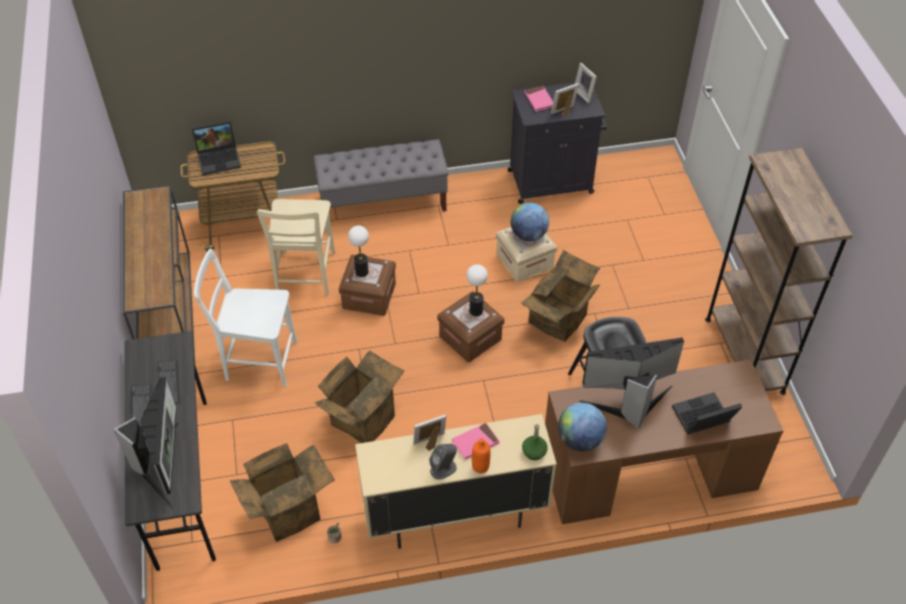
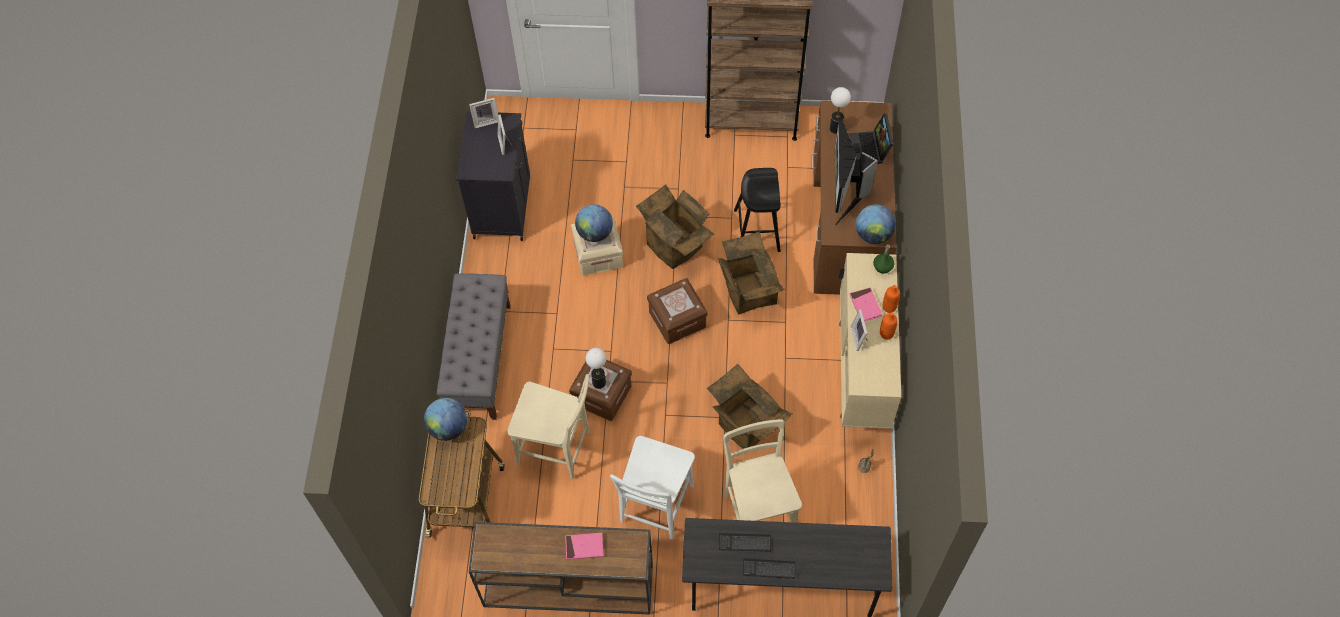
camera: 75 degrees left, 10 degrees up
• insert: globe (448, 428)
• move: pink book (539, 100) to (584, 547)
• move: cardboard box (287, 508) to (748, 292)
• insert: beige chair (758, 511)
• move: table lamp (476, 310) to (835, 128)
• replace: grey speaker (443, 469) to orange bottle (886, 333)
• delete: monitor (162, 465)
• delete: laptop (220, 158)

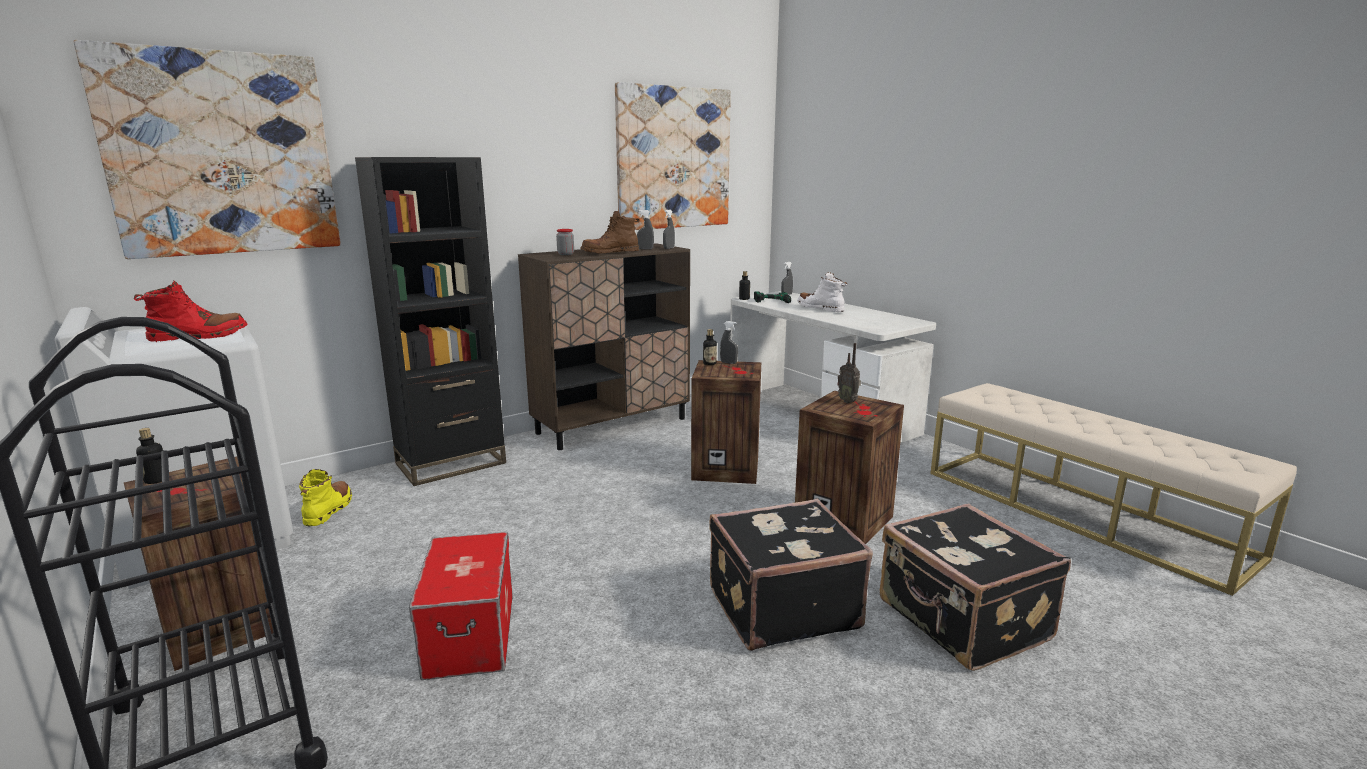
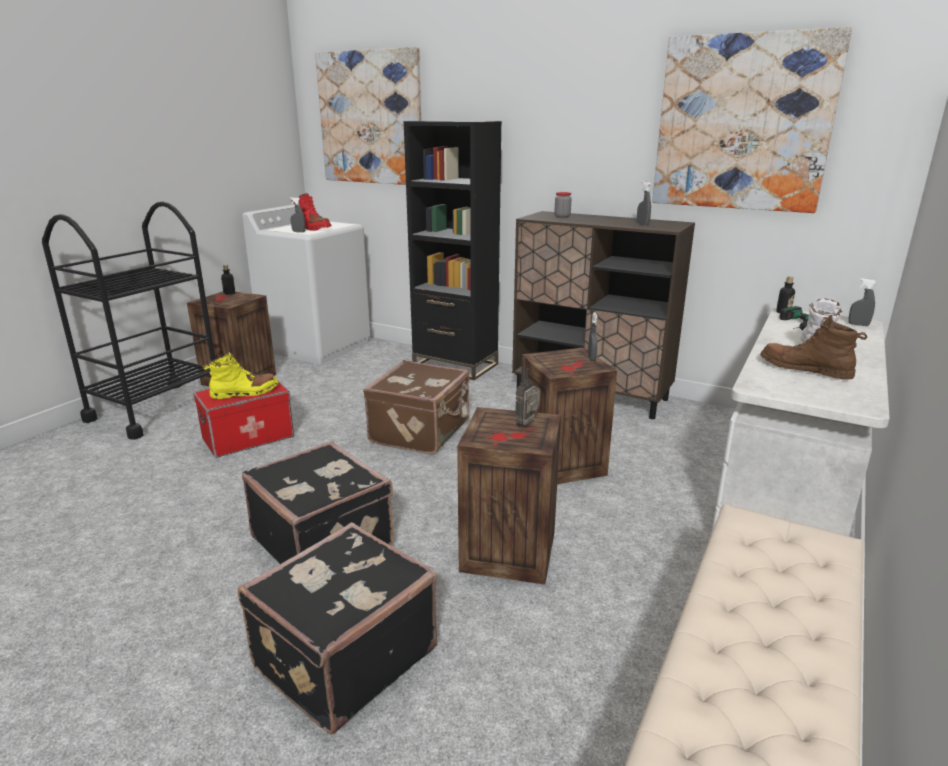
camera: 65 degrees right, 5 degrees up
• move: yellow boot (329, 510) to (245, 392)
• move: grey spray bottle (668, 248) to (298, 232)
• insert: brown suitcase (421, 432)
• move: brown boot (610, 253) to (805, 369)
• delete: bottle (709, 363)

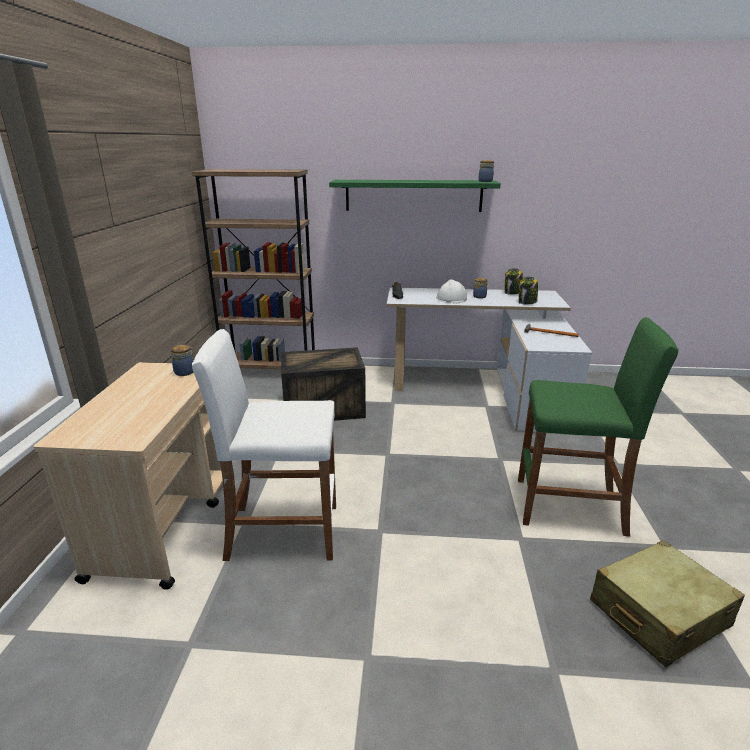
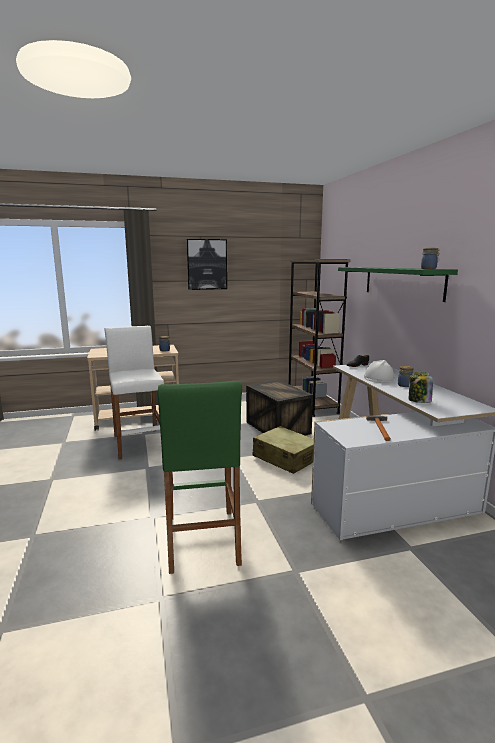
camera: 70 degrees right, 10 degrees down
• insert: picture (207, 264)
• move: beige suitcase (658, 614) to (285, 458)
• delete: jar (512, 293)

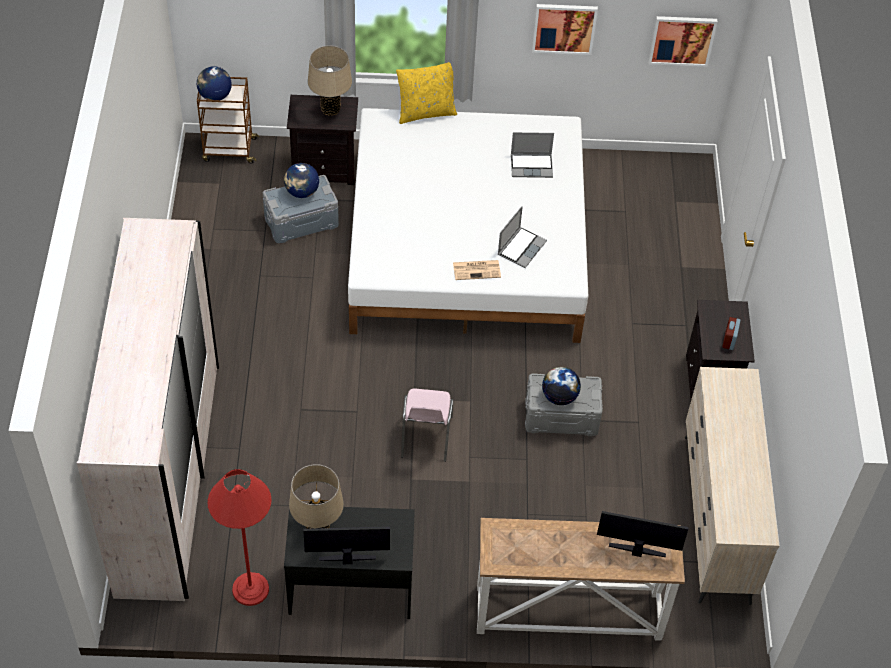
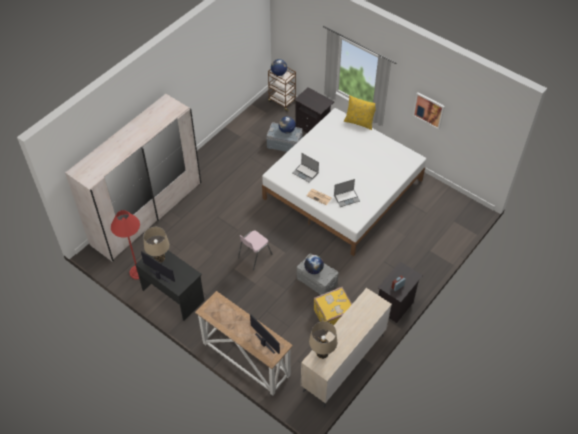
camera: 40 degrees right, 0 degrees up
• move: laptop (532, 166) to (306, 173)
• move: beige table lamp (330, 109) to (322, 353)
• insert: yellow suitcase (332, 314)
• delete: picture (682, 40)

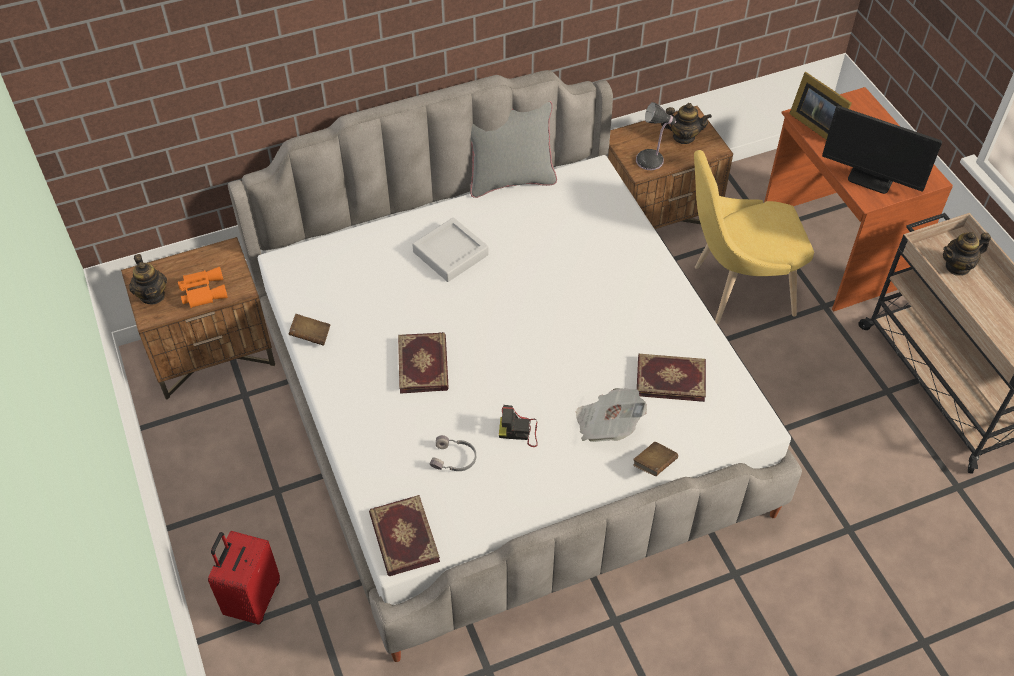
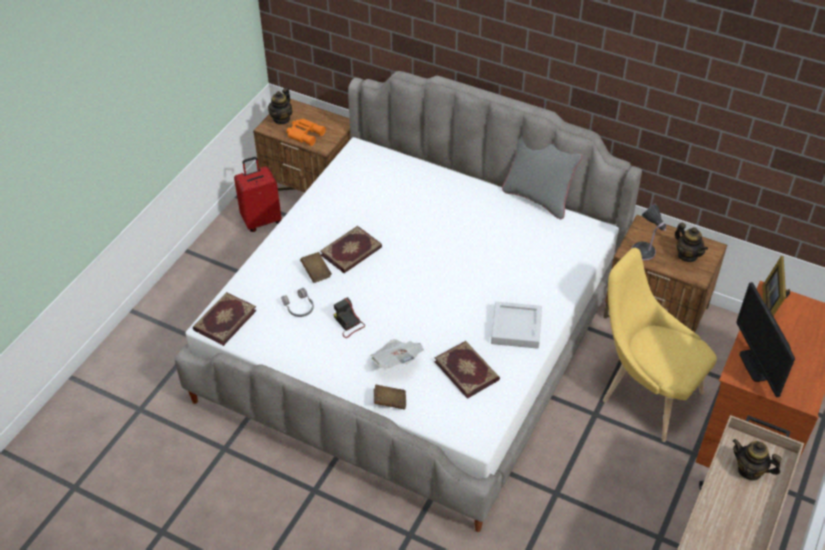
camera: 50 degrees right, 5 degrees down
• move: red suitcase (252, 599) to (261, 220)
• move: brown book (310, 336) to (316, 273)
• move: grey tray (450, 253) to (516, 328)

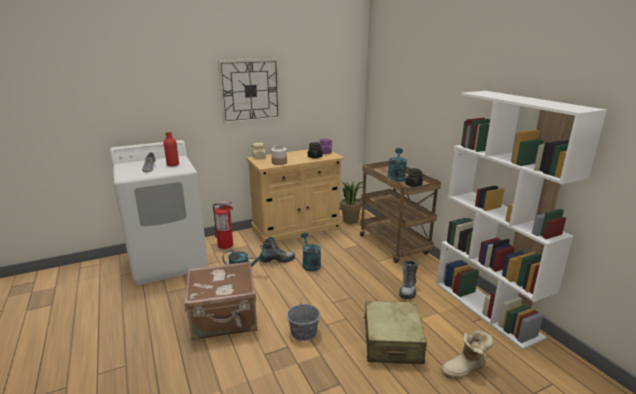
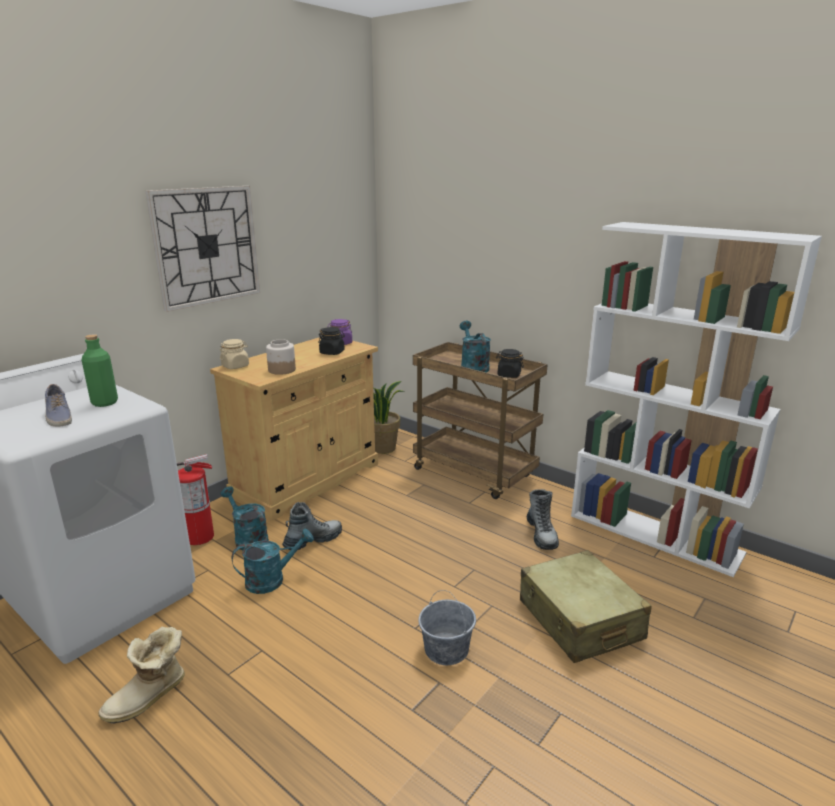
camera: 25 degrees left, 0 degrees up
• recolor: red bottle (173, 165) to green bottle (105, 403)
• move: boot (465, 369) to (149, 698)
• move: turquoise watering can (310, 263) to (248, 538)
• delete: brown suitcase (225, 319)

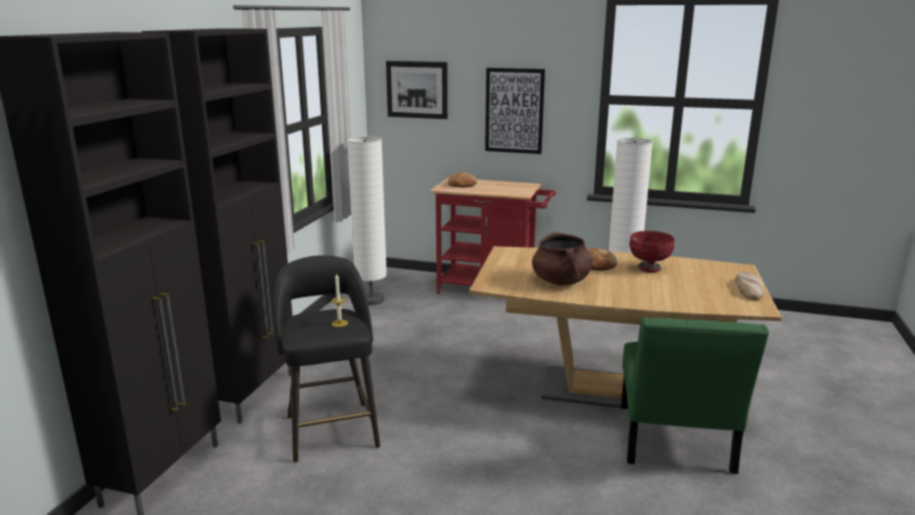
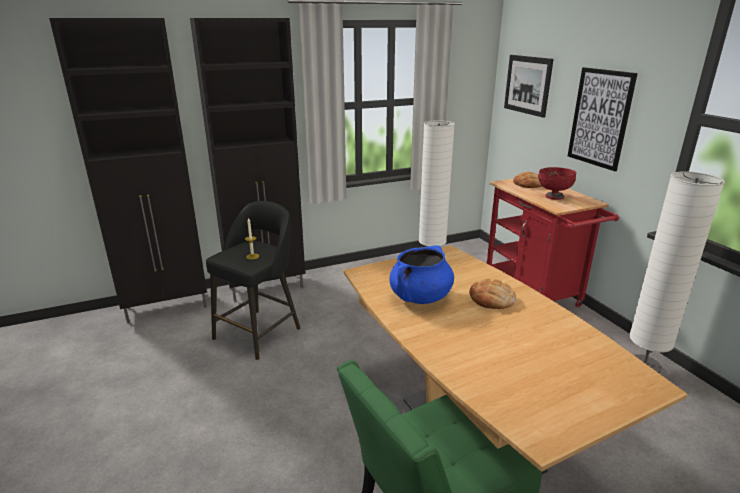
camera: 50 degrees right, 5 degrees up
• recolor: brown cooking pot (561, 281) to blue cooking pot (420, 297)
• move: red bowl (648, 268) to (553, 196)
• delete: bread (749, 289)

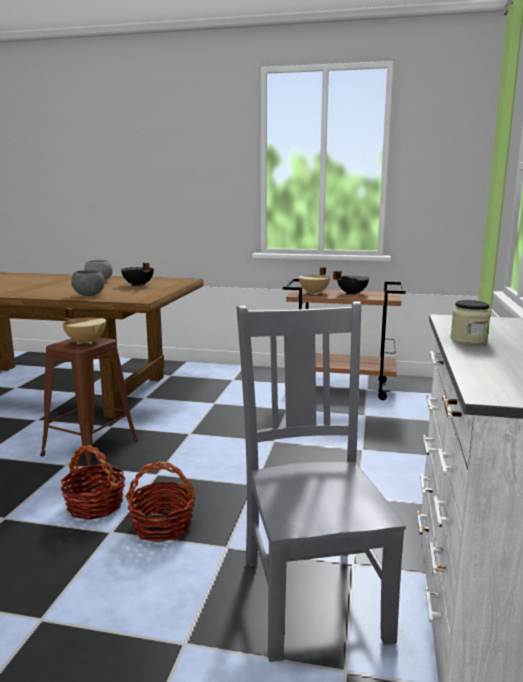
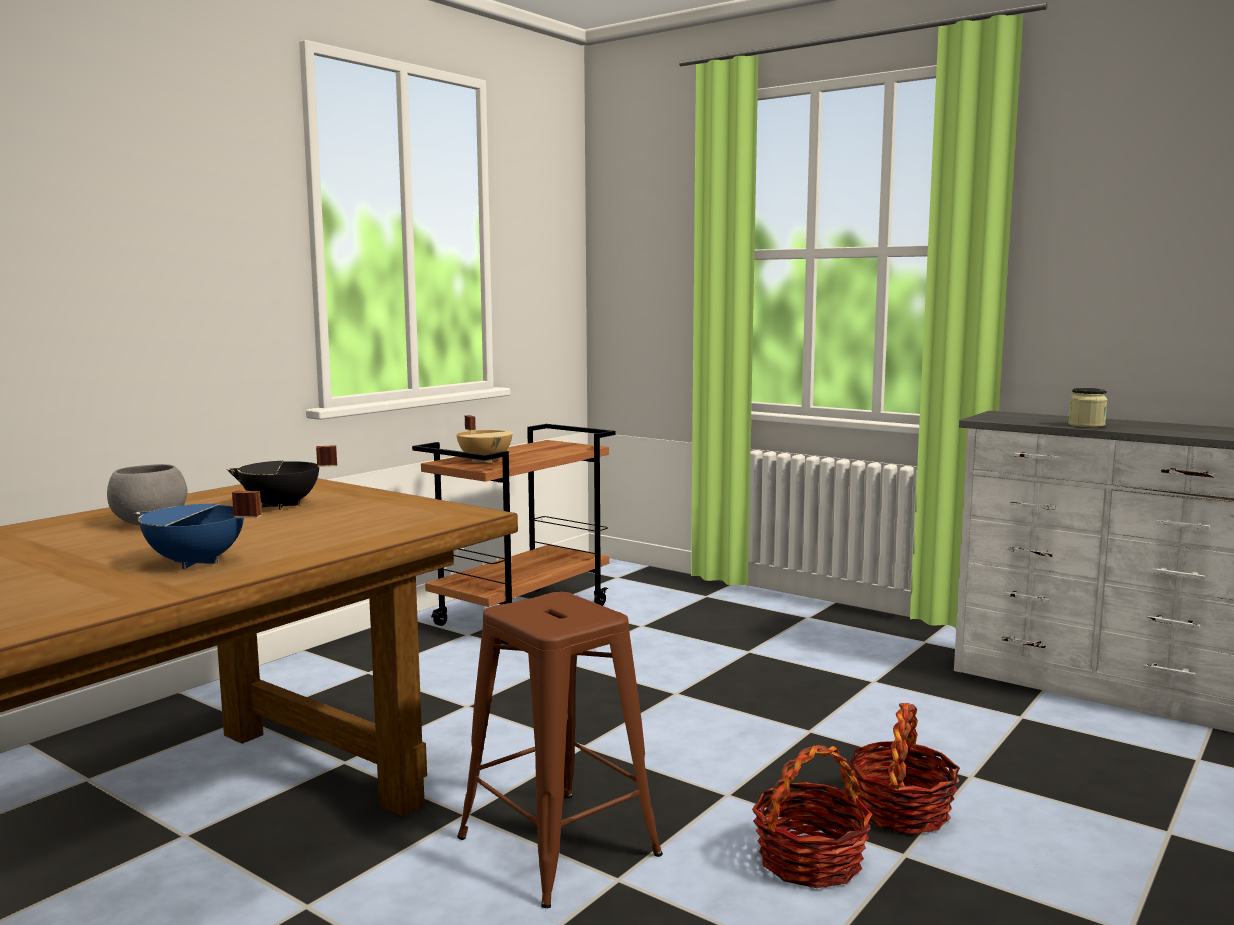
camera: 65 degrees left, 5 degrees down
• insert: blue cooking pot (195, 563)
• delete: beige cooking pot (86, 342)
• delete: grey bowl (88, 295)
• delete: grey chair (312, 593)
• delete: black cooking pot (351, 293)

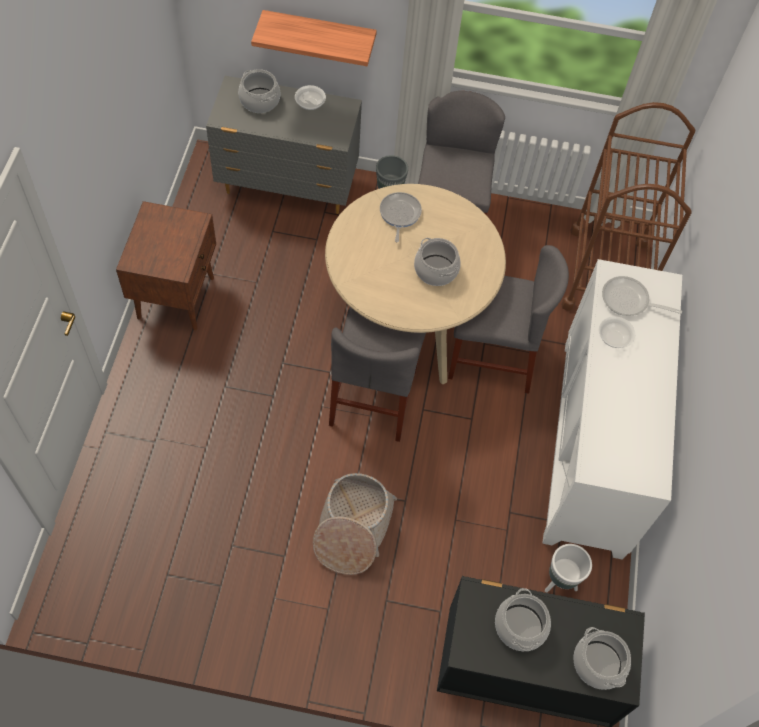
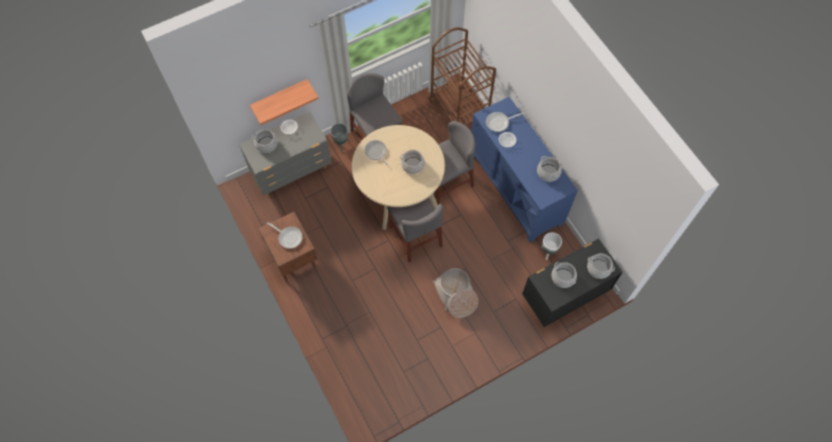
camera: 35 degrees left, 5 degrees up
• insert: frying pan (288, 237)
• recolor: white cabinet (593, 446) to blue cabinet (515, 188)
• insert: cooking pot (548, 172)

